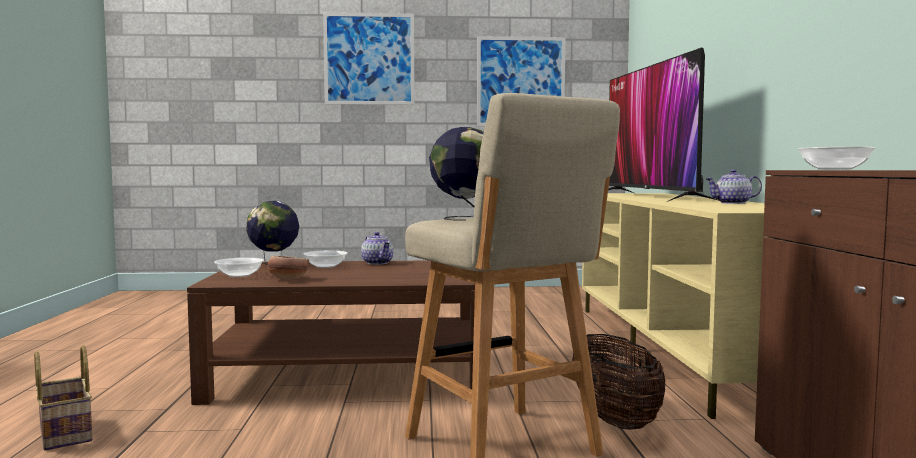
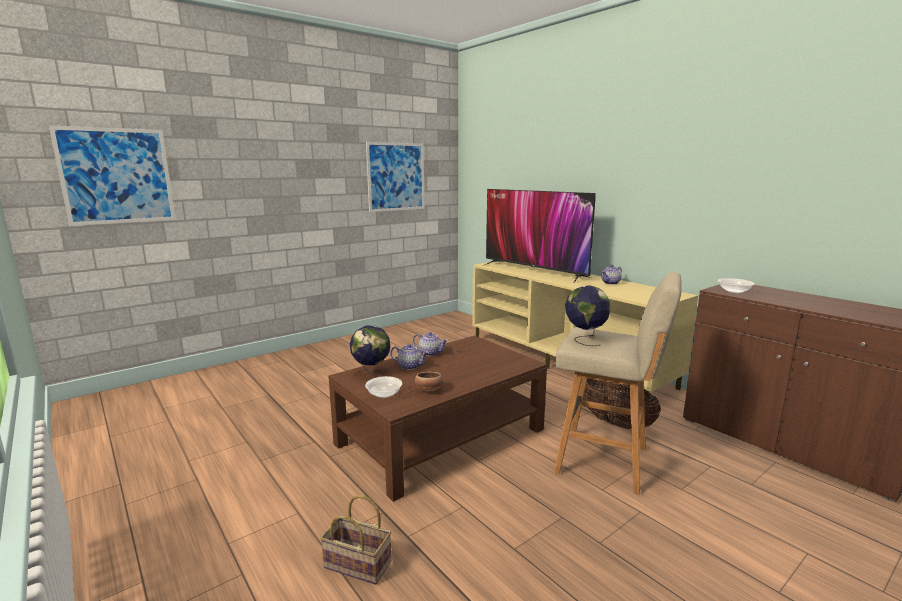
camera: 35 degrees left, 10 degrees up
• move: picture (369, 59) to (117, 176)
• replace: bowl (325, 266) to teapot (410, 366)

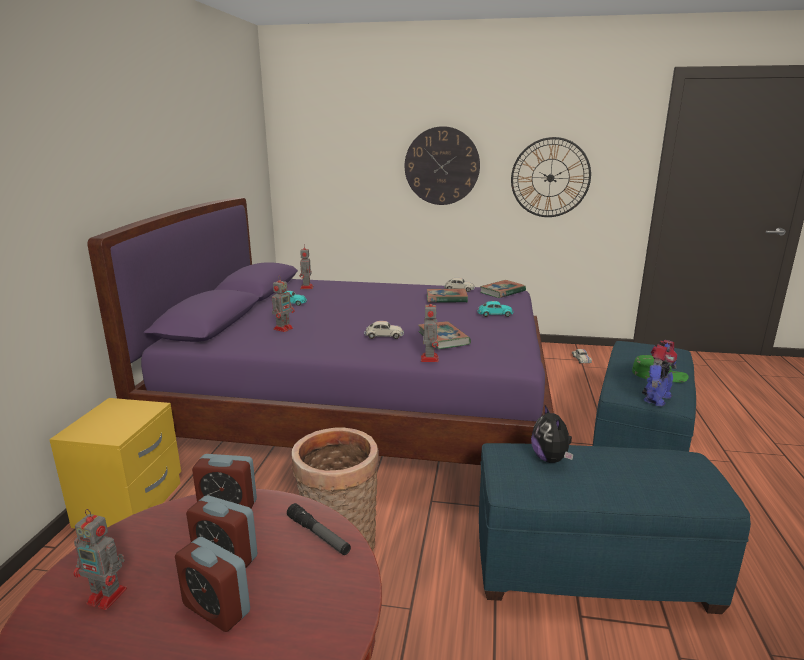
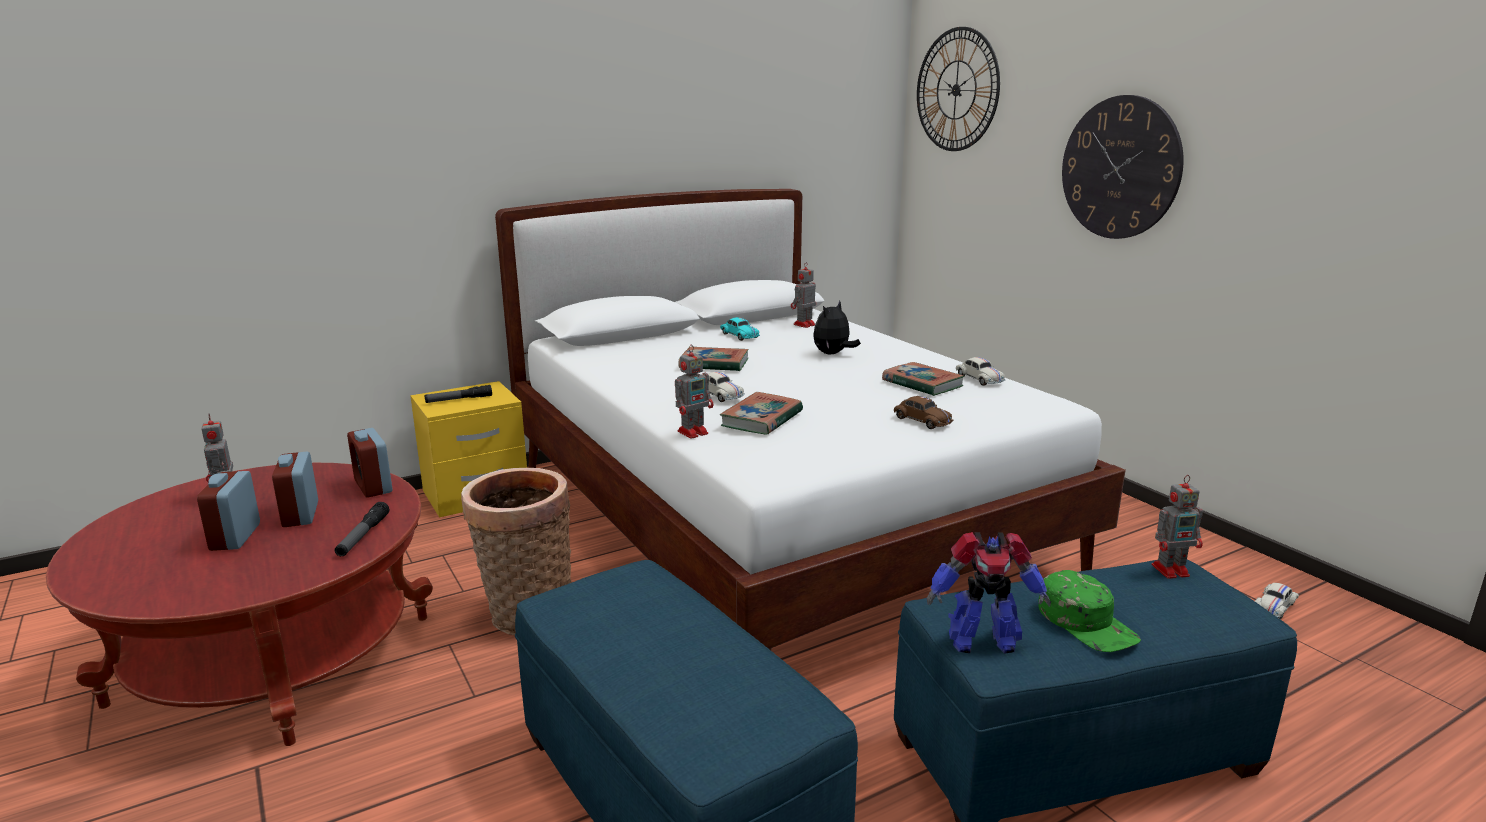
camera: 50 degrees right, 0 degrees up
• insert: flashlight (459, 399)
• recolor: purple bed (362, 416) to white bed (776, 520)
• move: book (502, 292) to (714, 364)
• move: plush toy (550, 459) to (833, 354)
• recolor: turquoise toy car (495, 314) to brown toy car (922, 421)
• move: wall clock (550, 178) to (956, 90)
• move: toy robot (284, 328) to (1172, 570)

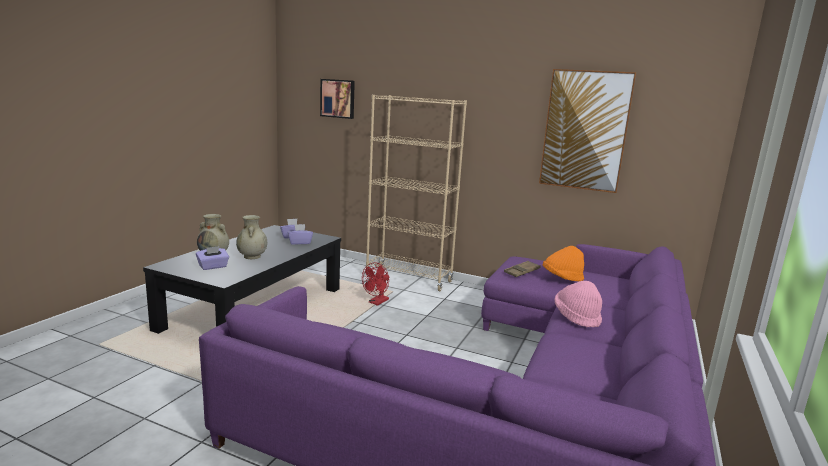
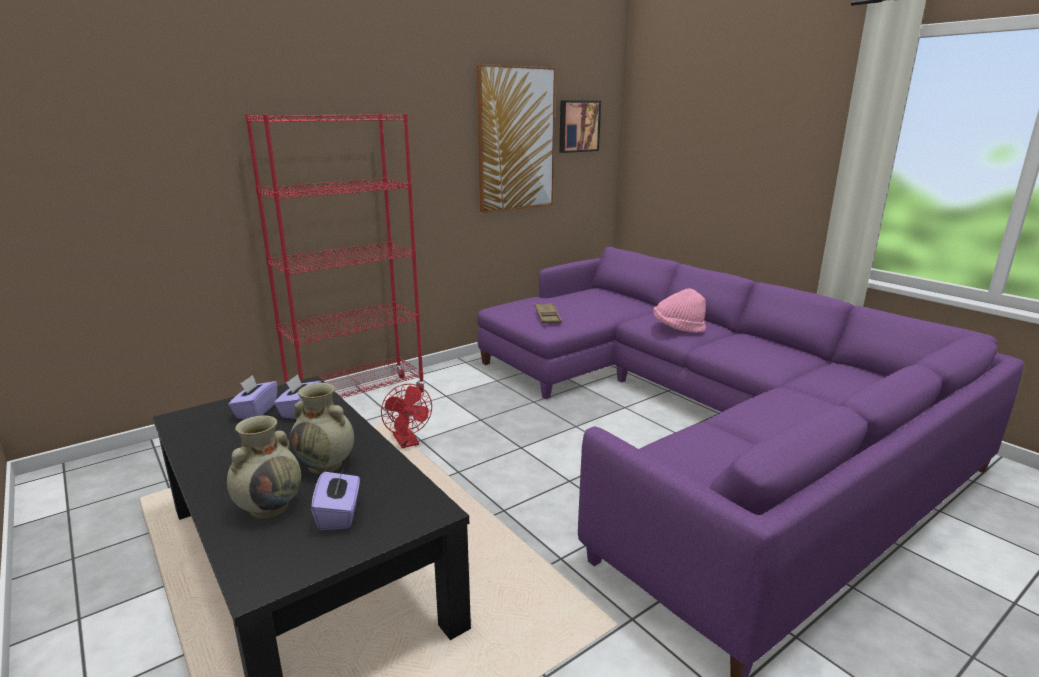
camera: 60 degrees left, 5 degrees up
• recolor: beige bookcase (409, 278) to red bookcase (357, 399)
• move: picture (338, 98) to (578, 126)
• delete: orange hat (562, 278)

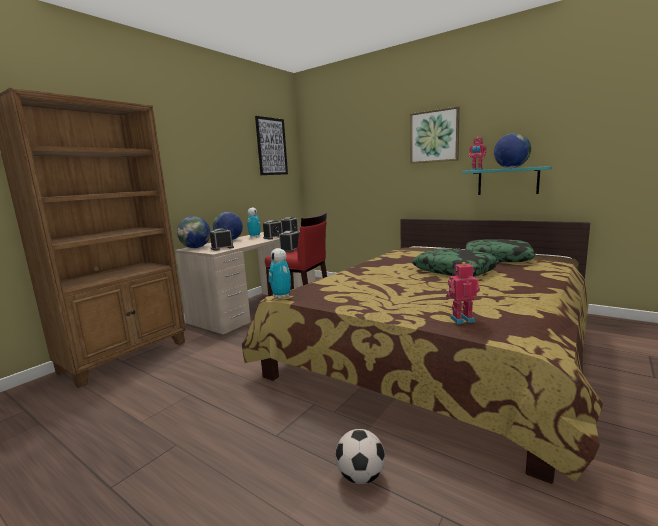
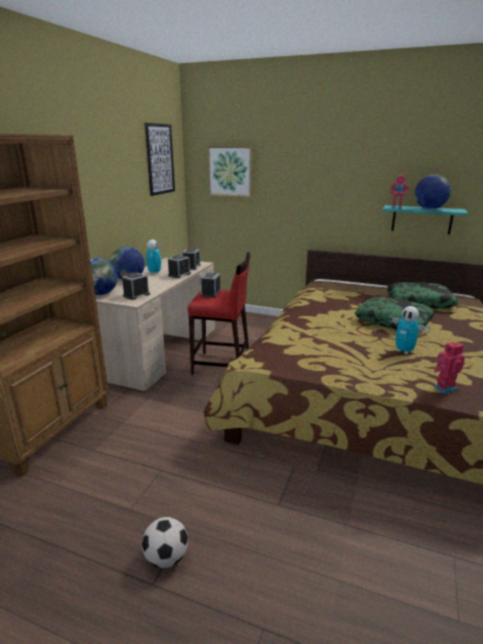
camera: 15 degrees left, 10 degrees up
• move: football (361, 476) to (166, 558)
• move: picture (434, 136) to (230, 171)
• move: toy robot (281, 296) to (404, 351)

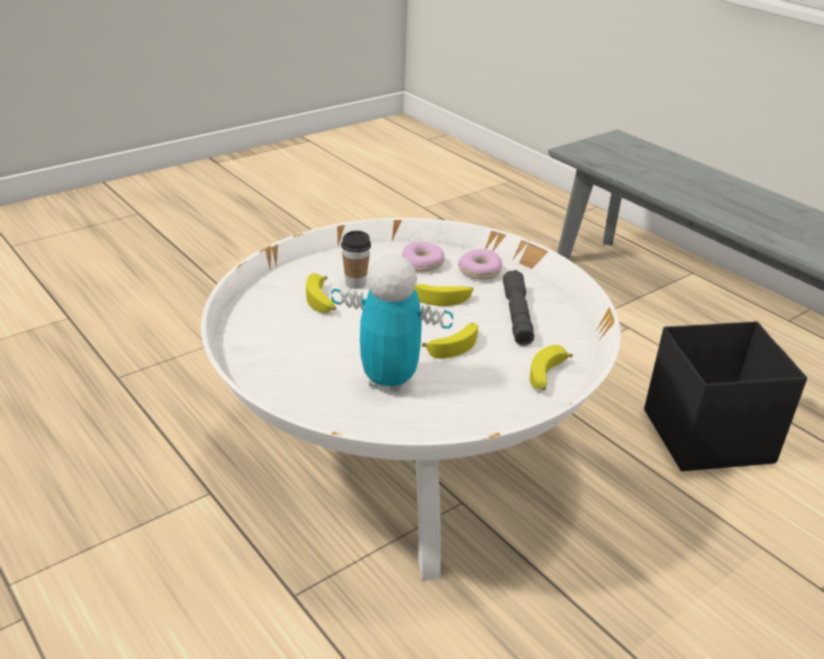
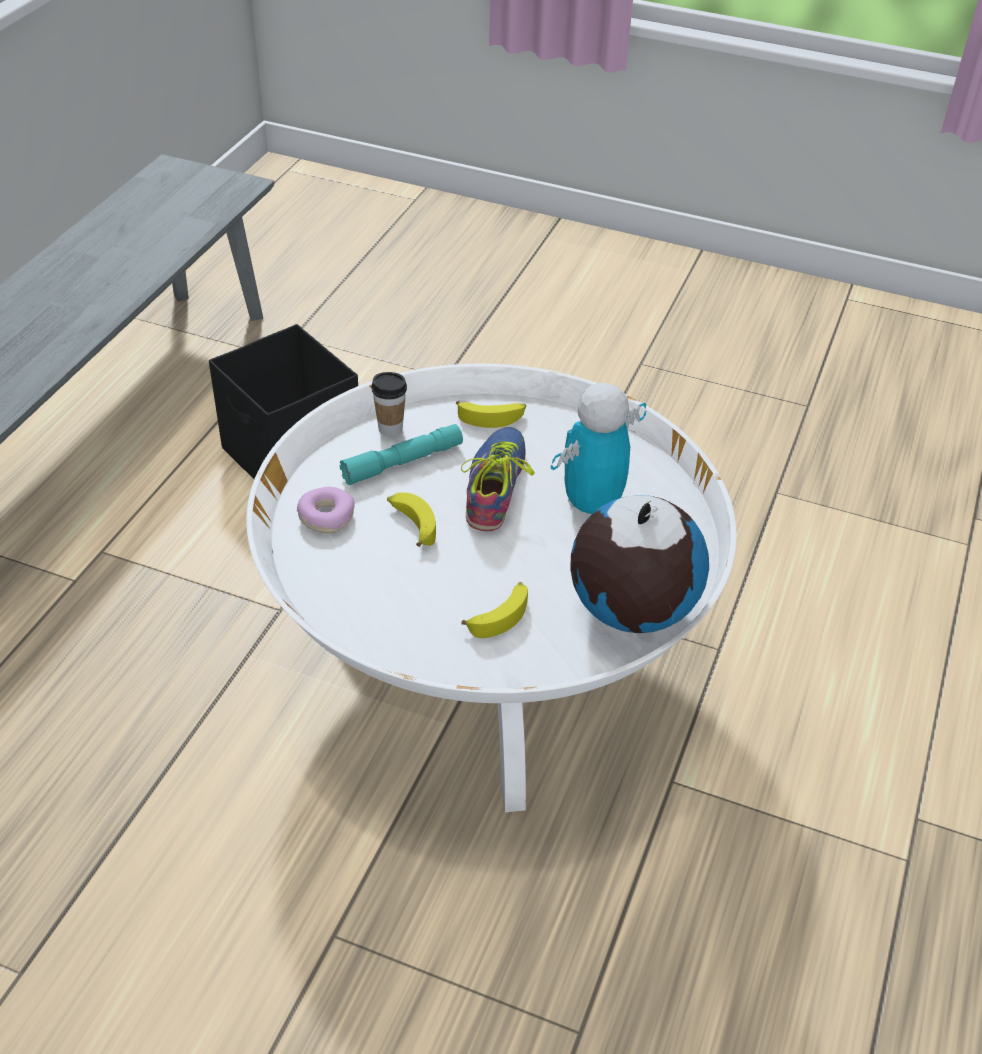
camera: 120 degrees left, 10 degrees up
• recolor: grey flashlight (517, 316) to turquoise flashlight (402, 462)
• move: cup (355, 283) to (390, 429)
• replace: banana (454, 345) to shoe (494, 486)
• rotate: toy robot (388, 381) = (592, 506) 60 degrees clockwise
• insert: globe (630, 611)
• delete: donut (422, 263)

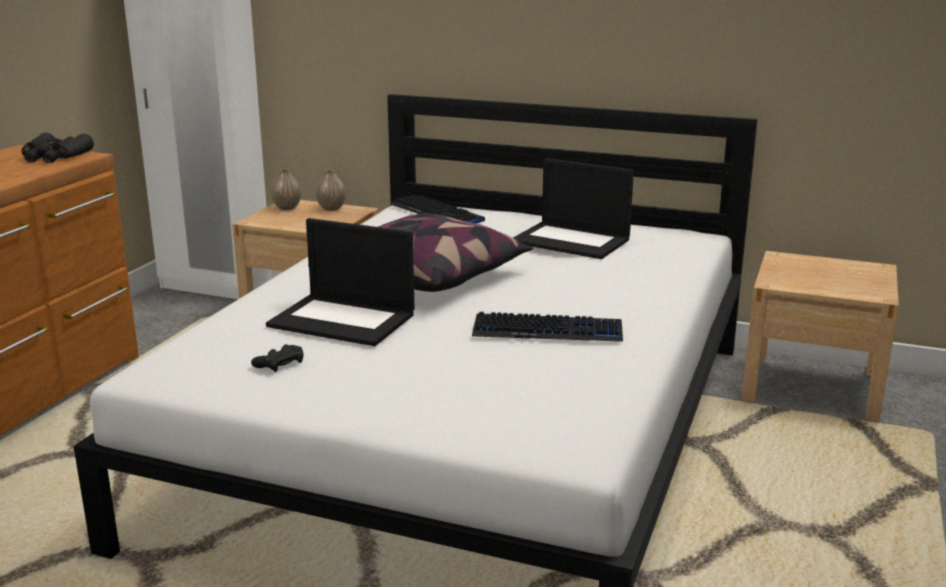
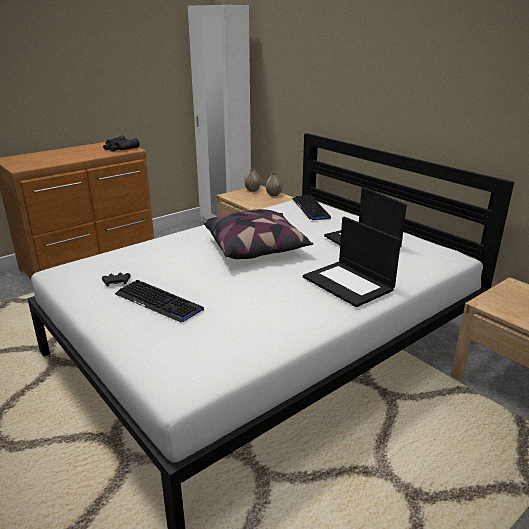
camera: 30 degrees right, 5 degrees up
• move: keyboard (547, 331) to (158, 302)
• move: laptop (344, 320) to (349, 283)

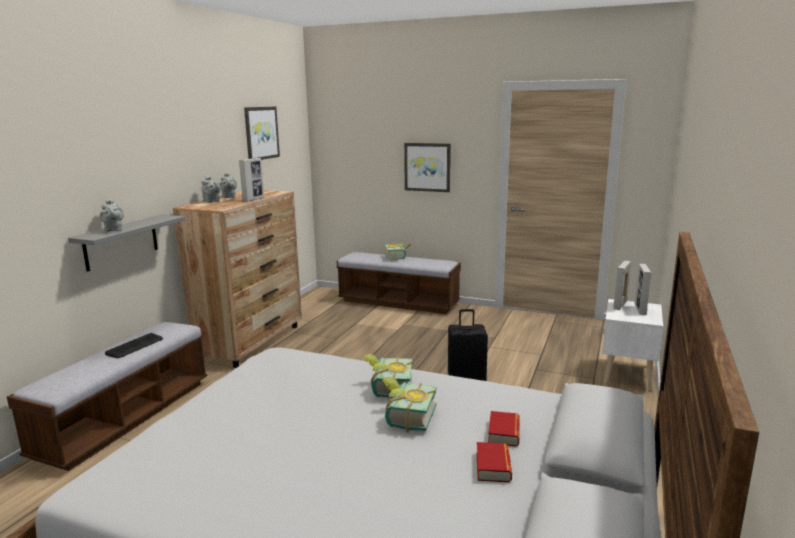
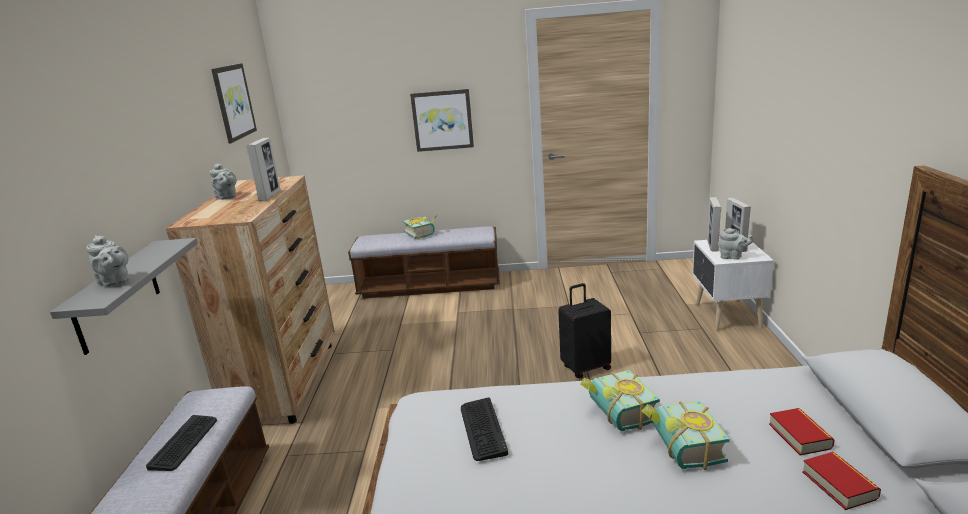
camera: 20 degrees left, 5 degrees up
• insert: keyboard (482, 429)
• move: grey teapot (212, 201) to (732, 257)

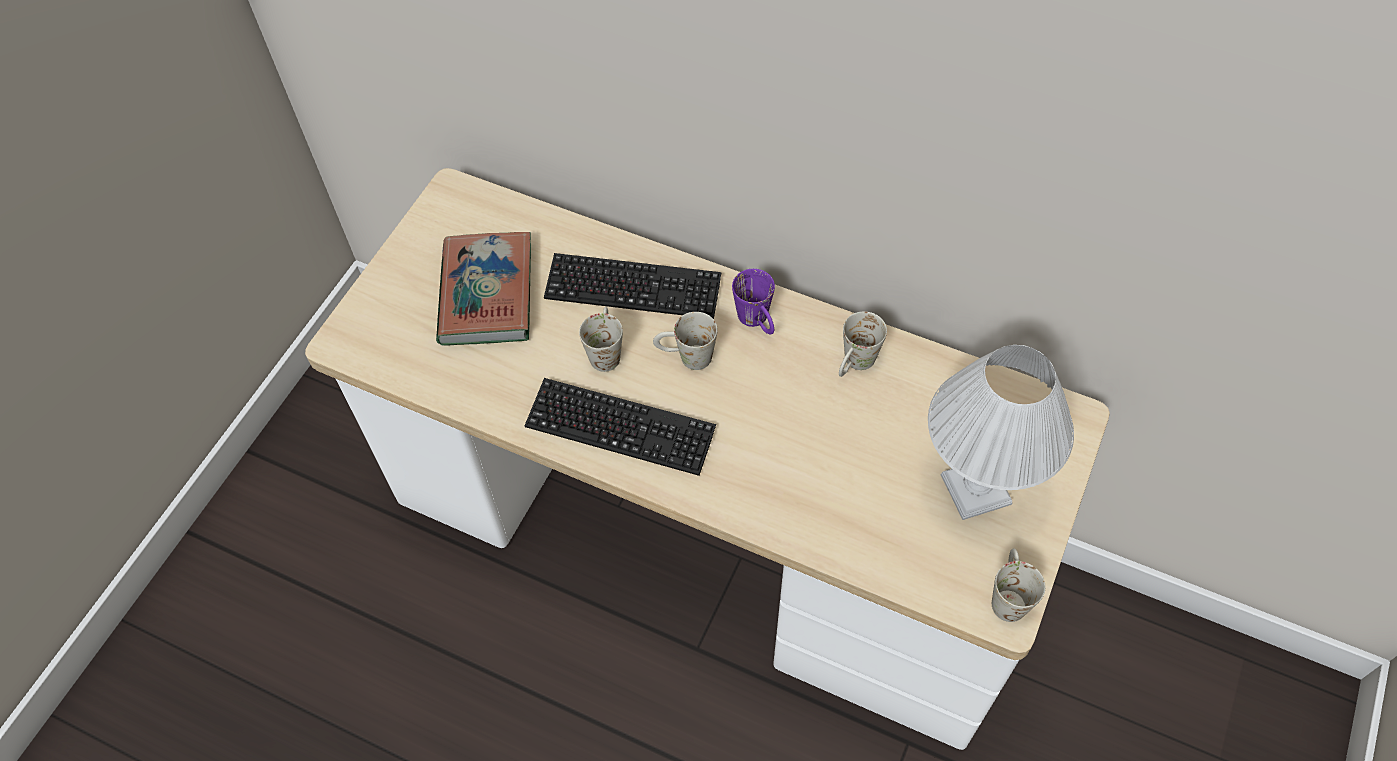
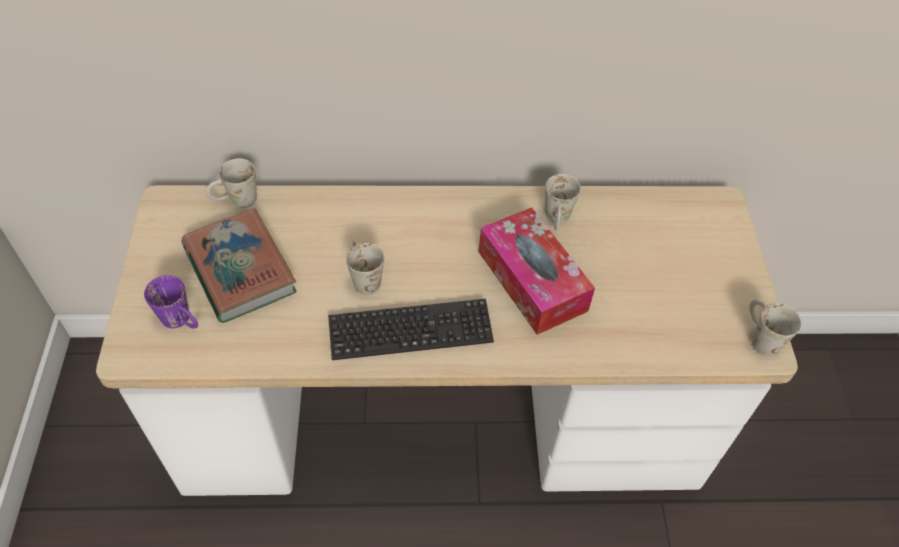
camera: 30 degrees left, 5 degrees down
• move: purple mug (757, 322) to (182, 321)
• move: white mug (685, 357) to (235, 201)
• insert: tissue box (532, 281)
• delete: keyboard (633, 288)
• delete: white table lamp (974, 491)

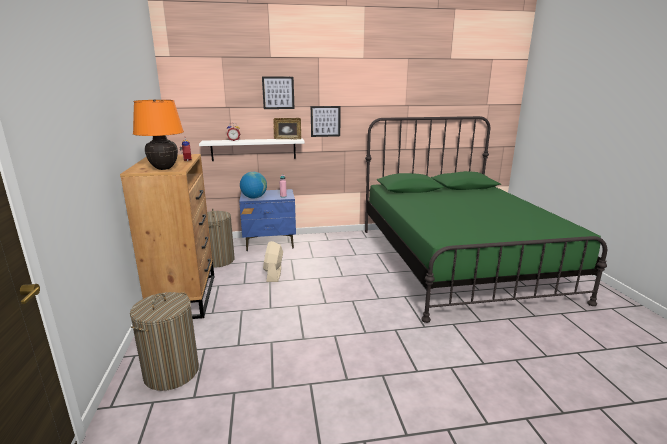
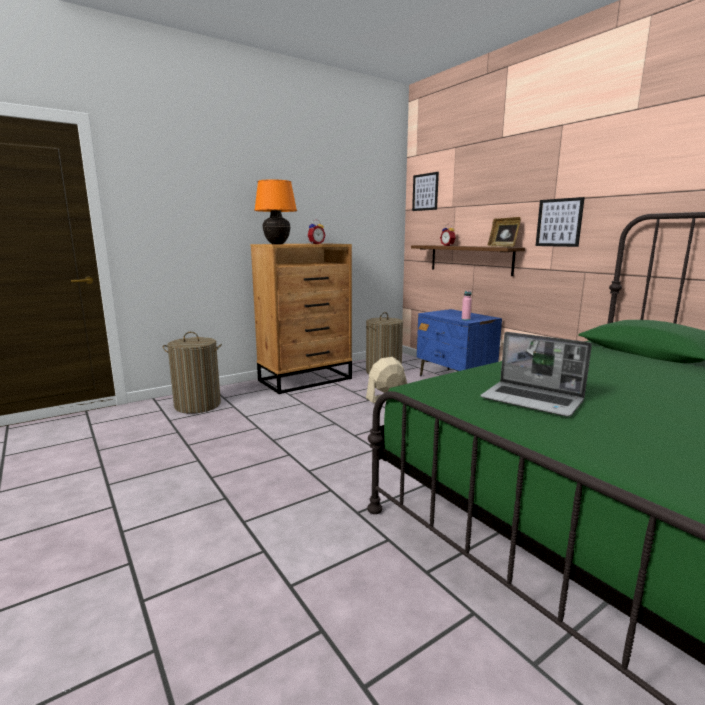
camera: 65 degrees right, 5 degrees down
• recolor: white shelf (253, 149) to brown shelf (470, 259)
• move: picture (278, 93) to (425, 192)
• insert: laptop (533, 400)
• delete: globe (254, 198)

